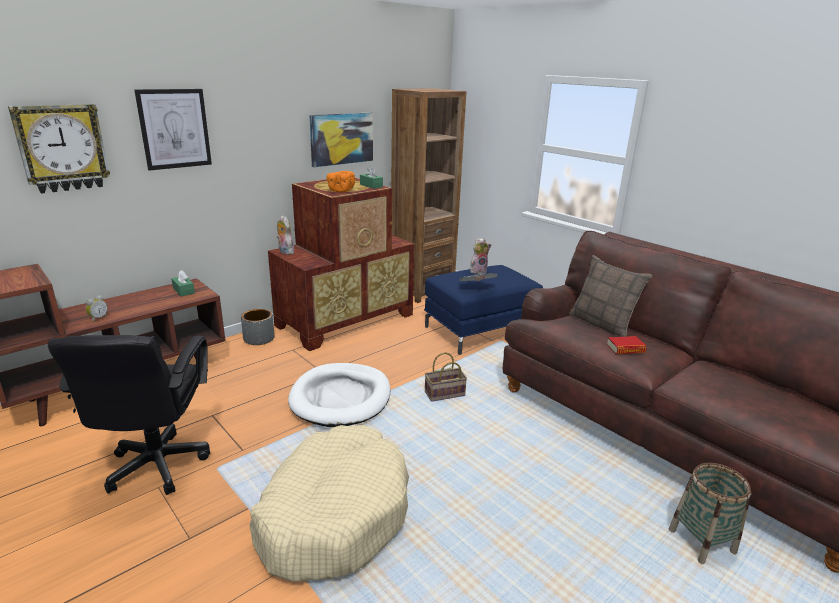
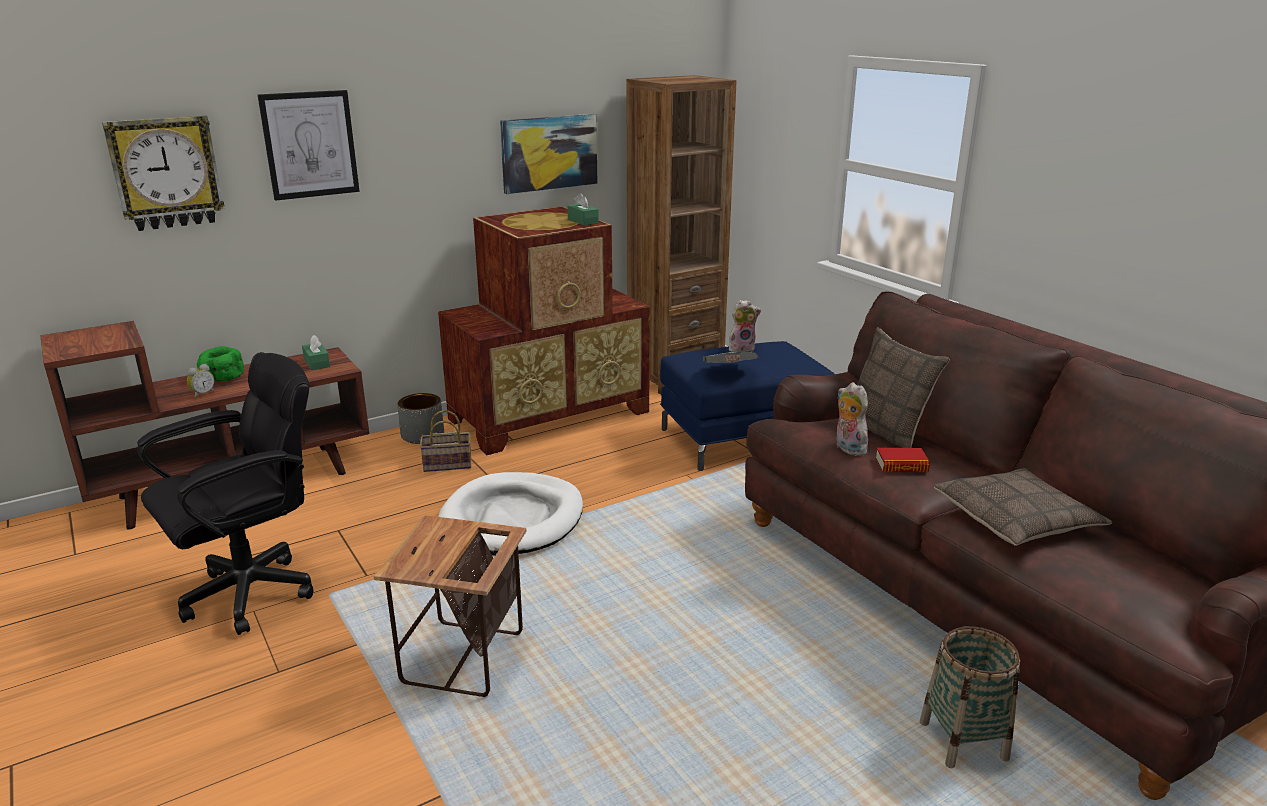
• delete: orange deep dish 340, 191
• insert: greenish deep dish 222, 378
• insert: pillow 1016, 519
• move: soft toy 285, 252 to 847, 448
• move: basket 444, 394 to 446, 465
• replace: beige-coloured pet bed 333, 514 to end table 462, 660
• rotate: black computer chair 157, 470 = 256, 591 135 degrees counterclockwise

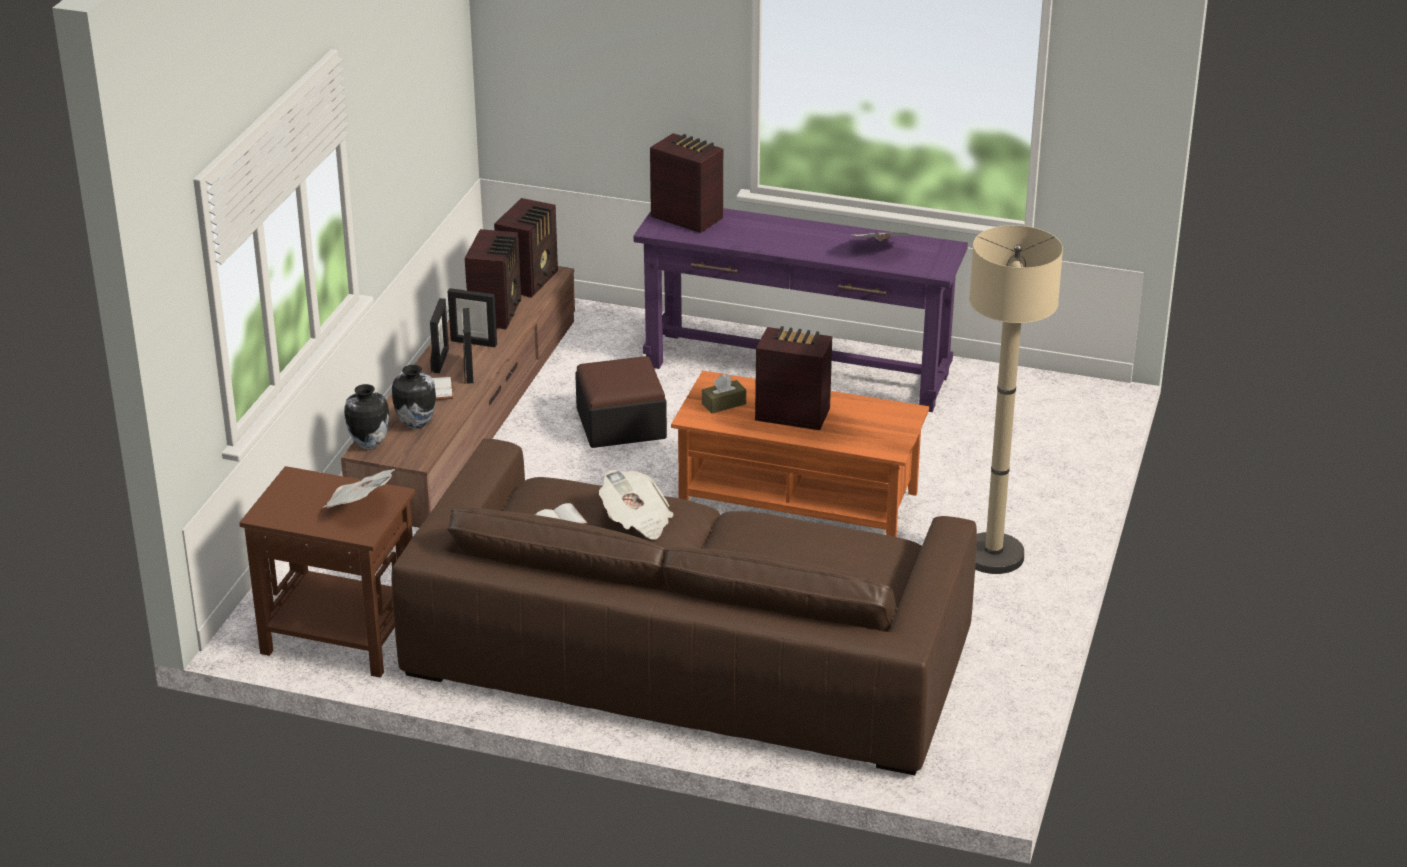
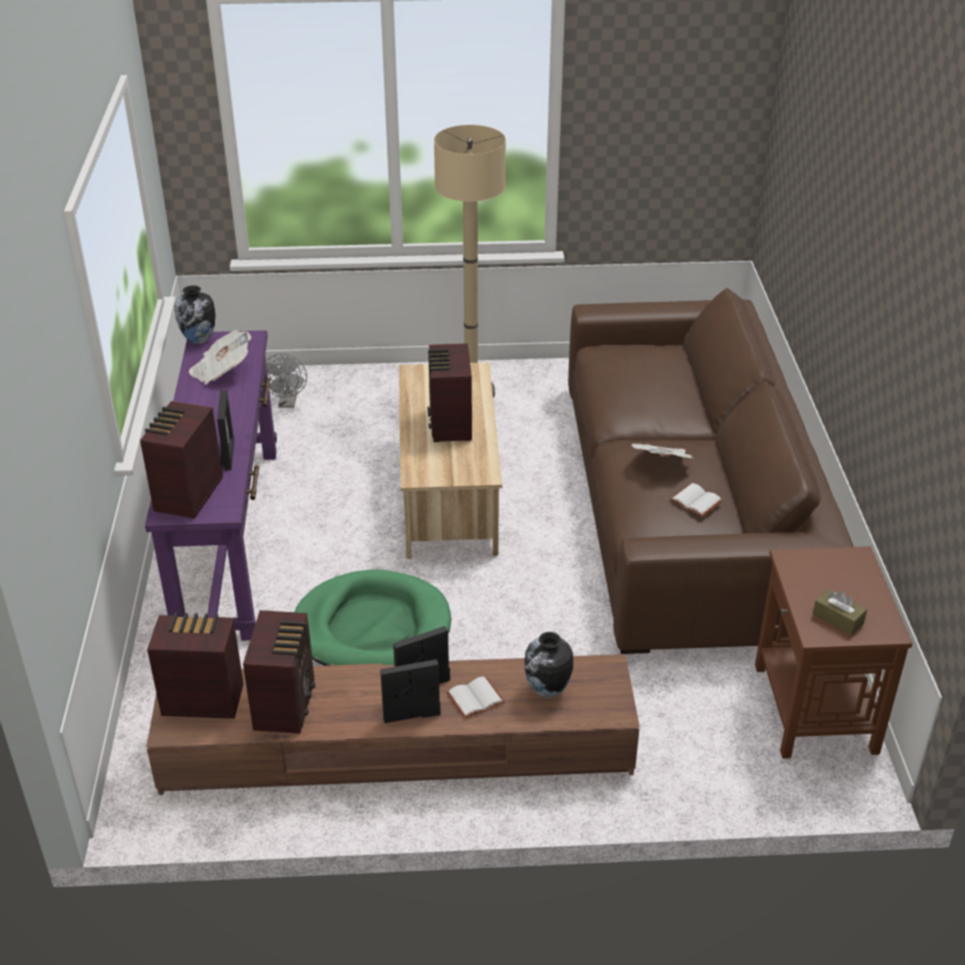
• delete: newspaper 359, 505
• insert: greyish fan 288, 403
• move: decorative vase 368, 444 to 199, 340
• move: standing frame 474, 342 to 228, 455
• move: brownish box of tissues 724, 404 to 838, 619
• replace: pouffe 621, 423 to greenish pet bed 372, 628
• recolor: orange coffee table 797, 501 to beige-coloured coffee table 449, 494
• rotate: radio set 496, 312 = 286, 704 105 degrees clockwise

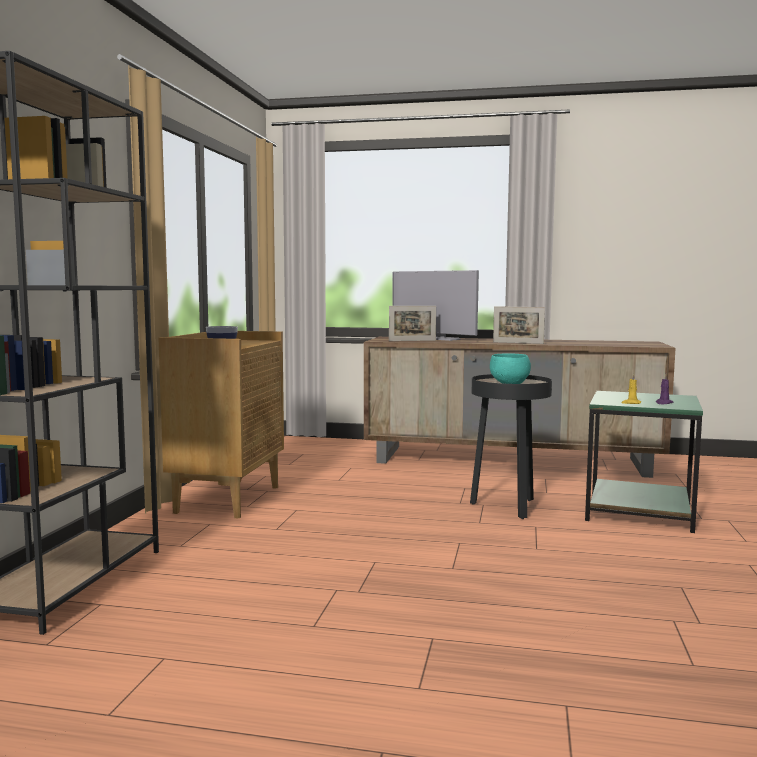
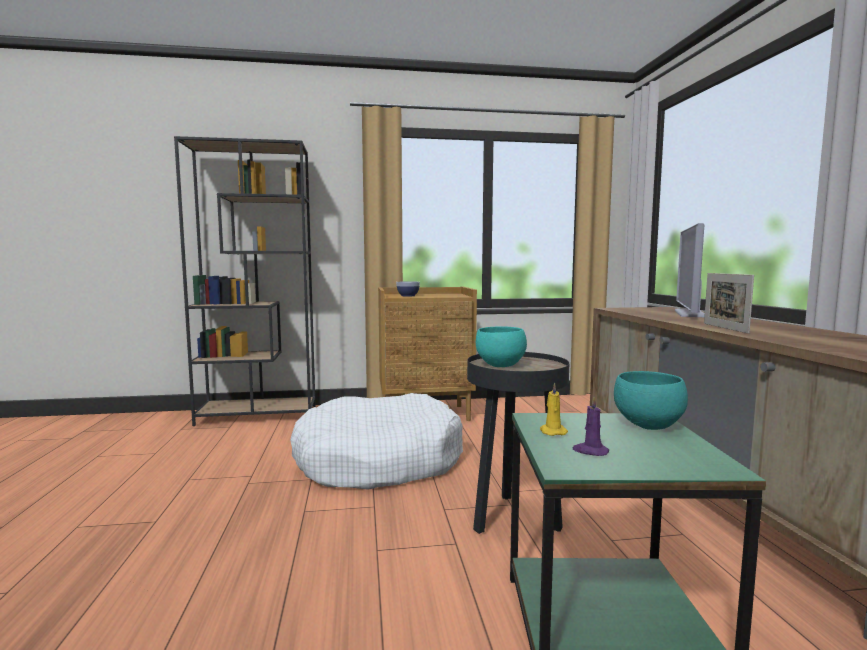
• delete: standing frame 412, 340
• insert: white-coloured pet bed 378, 461
• insert: blue-green deep dish 648, 425

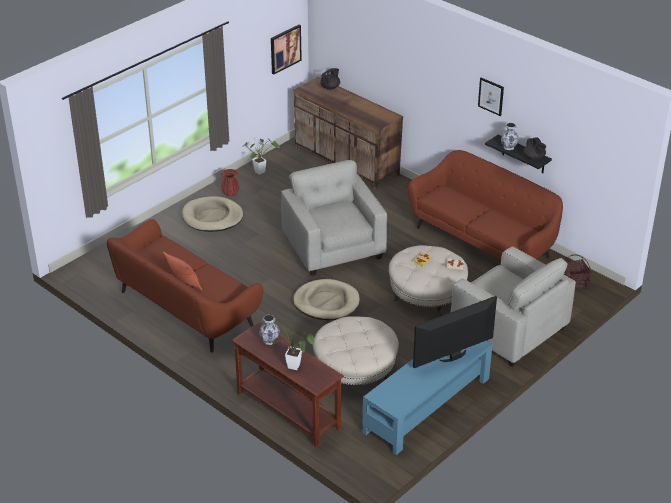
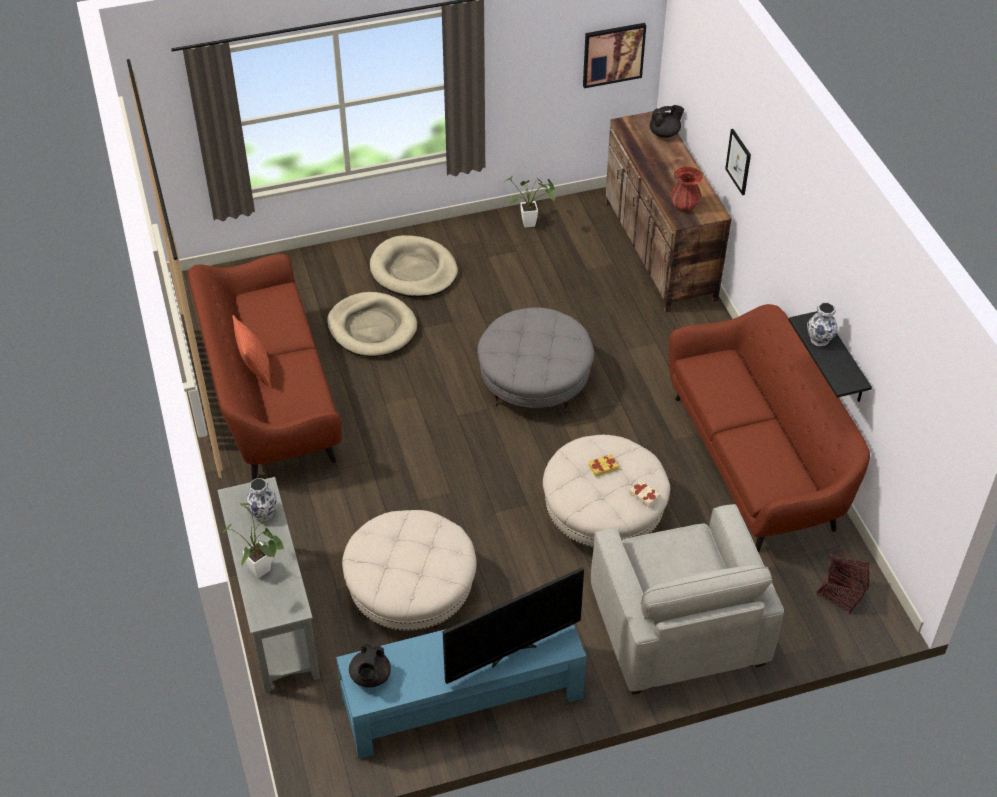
• move: red decorative vase 230, 193 to 684, 205
• move: beige-coloured pet bed 326, 302 to 372, 328
• move: wall picture 491, 96 to 739, 161
• move: black teapot 534, 158 to 370, 677
• replace: greyish easy chair 333, 247 to greyish pouffe 535, 383
• recolor: brownish narrow table 287, 411 to greyish narrow table 275, 616
• rotate: TV 454, 357 = 512, 653 150 degrees clockwise

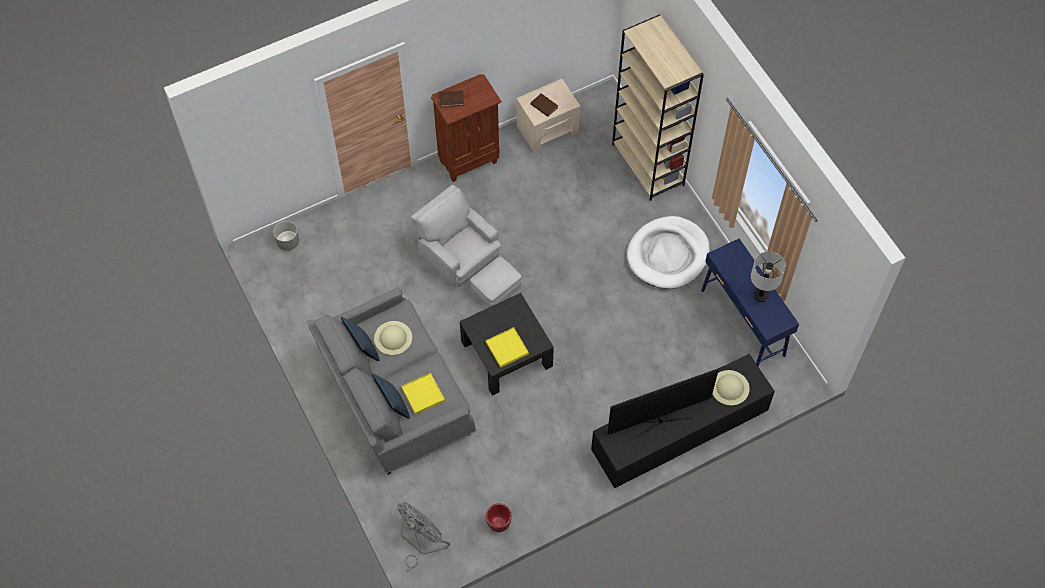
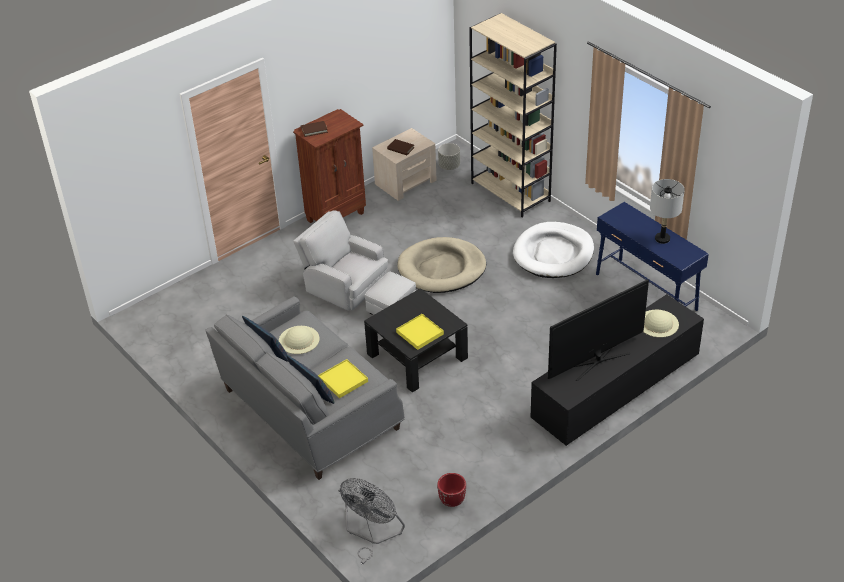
• insert: beige-coloured pet bed 442, 269
• move: greyish flower pot 288, 242 to 449, 166

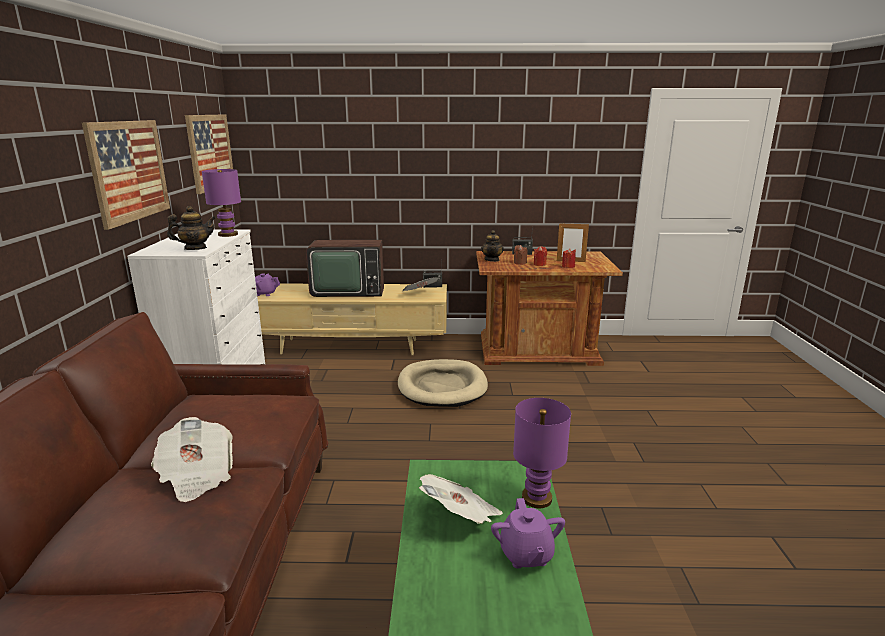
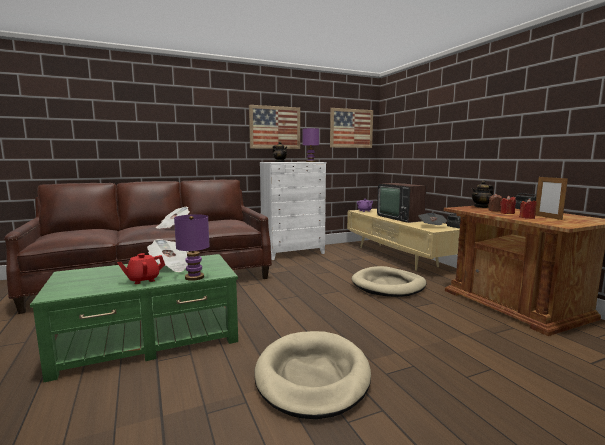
• insert: beige-coloured pet bed 312, 376
• recolor: purple teapot 526, 554 to red teapot 143, 280

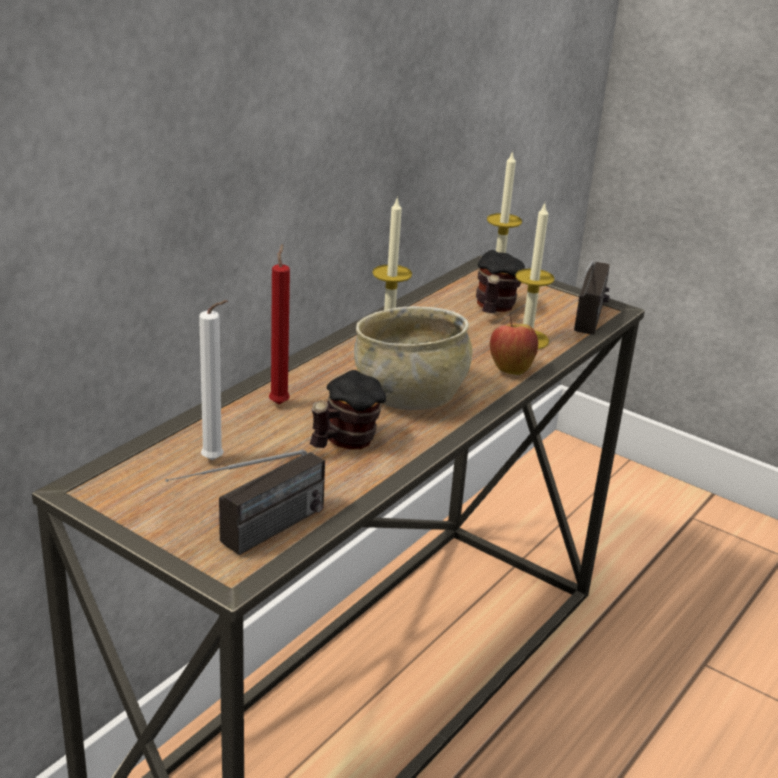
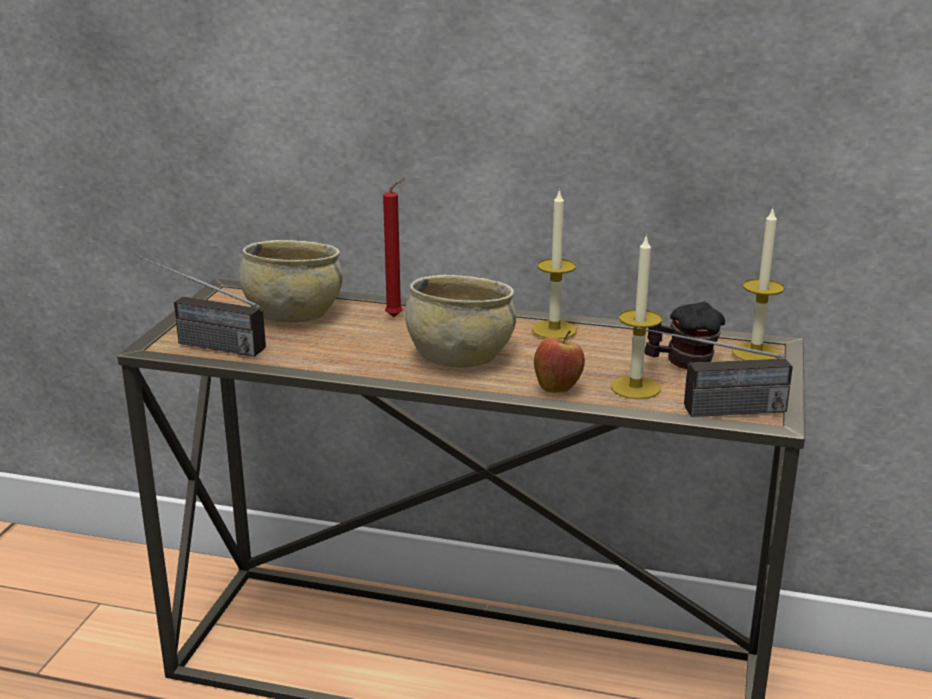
• delete: mug 344, 443
• replace: white-coloured wax candle 215, 461 to beige-coloured deep dish 294, 315

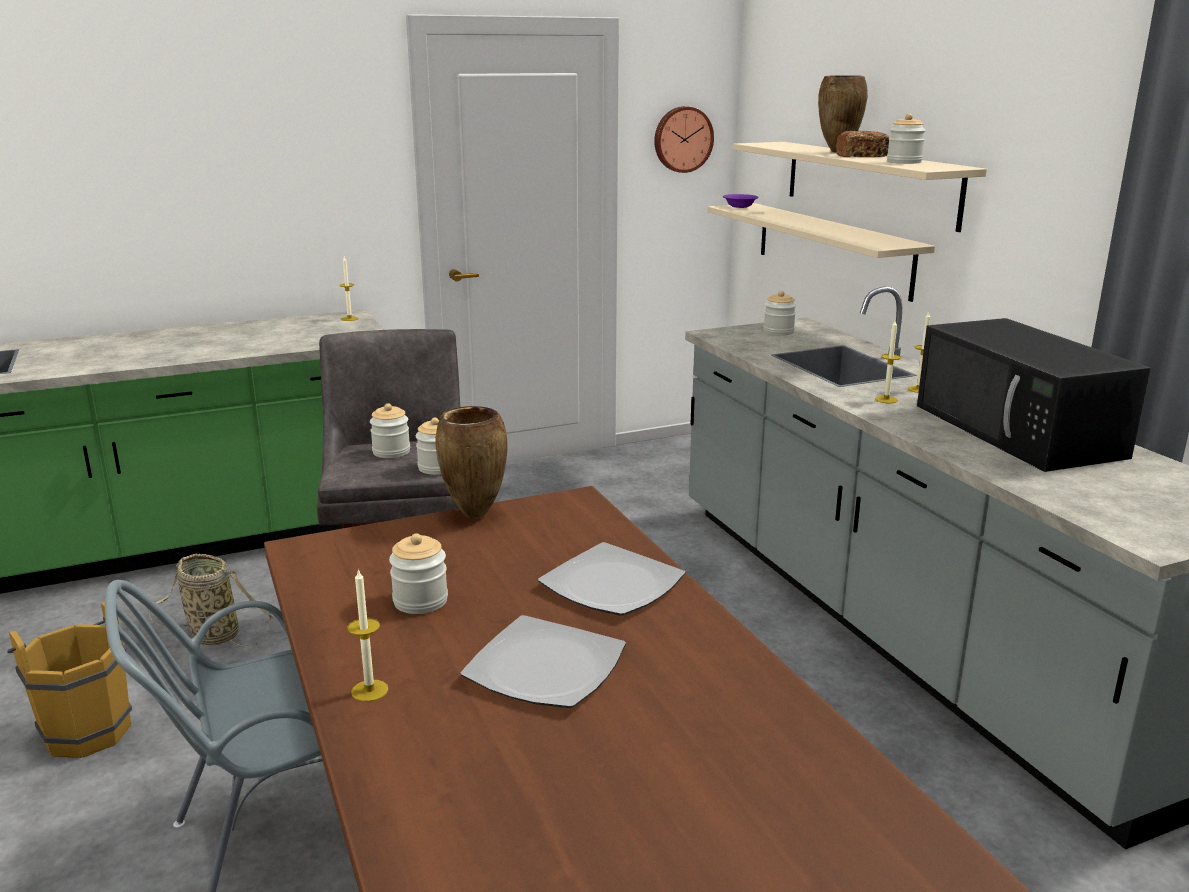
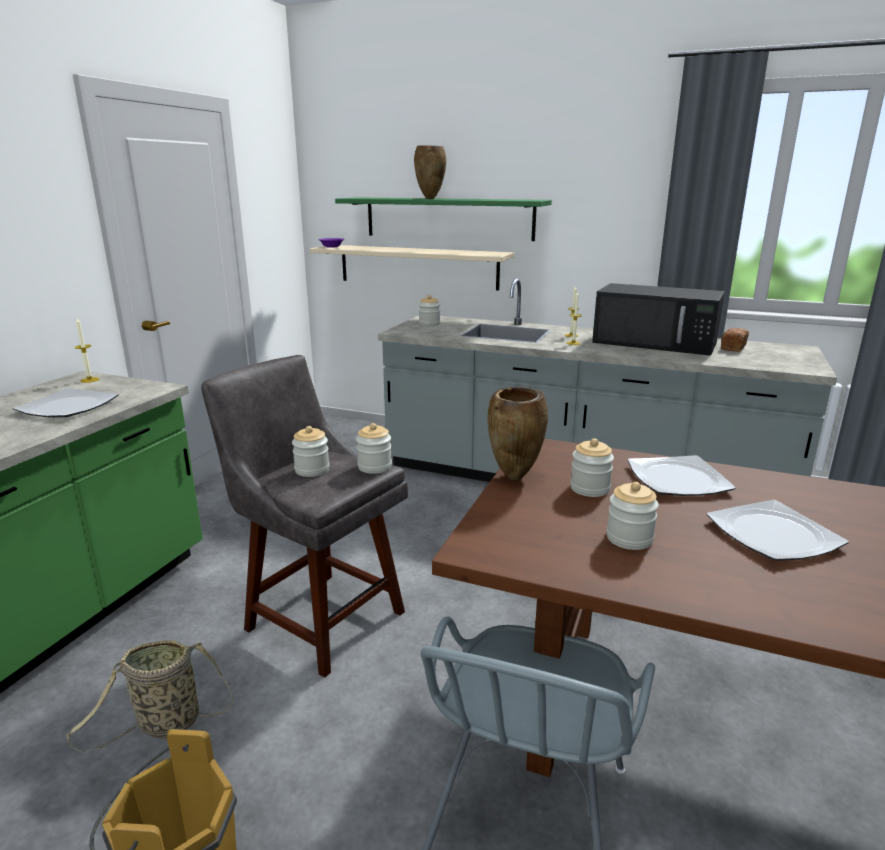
• delete: wax candle 369, 690
• delete: wall clock 682, 139
• insert: plate 69, 407
• move: baked bread 861, 156 to 733, 347
• move: preserve jar 904, 162 to 590, 488
• recolor: beige-coloured bracket shelf 869, 183 to greenish bracket shelf 448, 218

